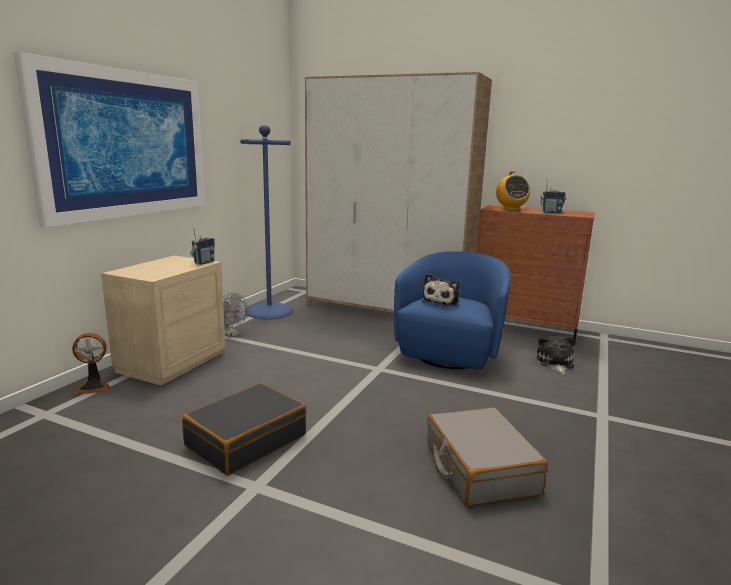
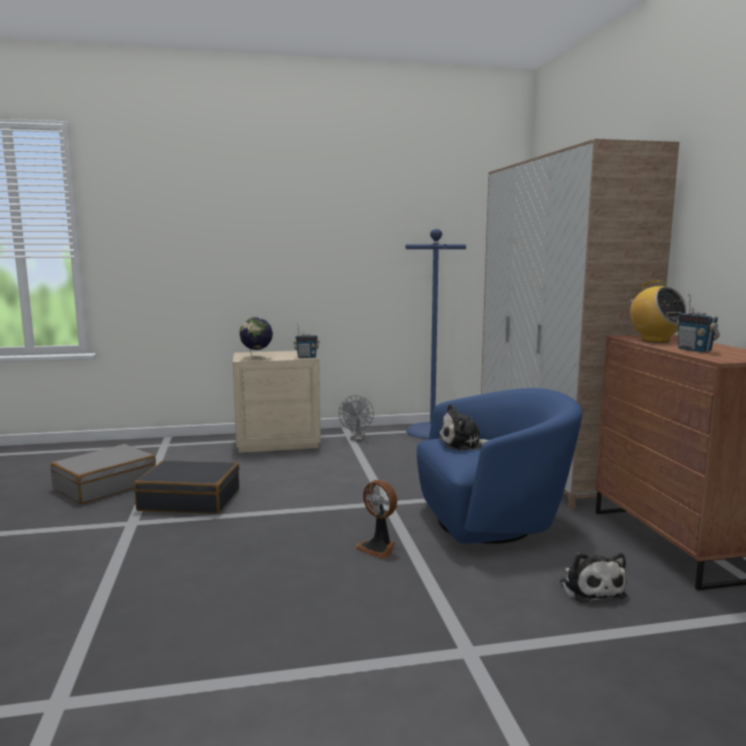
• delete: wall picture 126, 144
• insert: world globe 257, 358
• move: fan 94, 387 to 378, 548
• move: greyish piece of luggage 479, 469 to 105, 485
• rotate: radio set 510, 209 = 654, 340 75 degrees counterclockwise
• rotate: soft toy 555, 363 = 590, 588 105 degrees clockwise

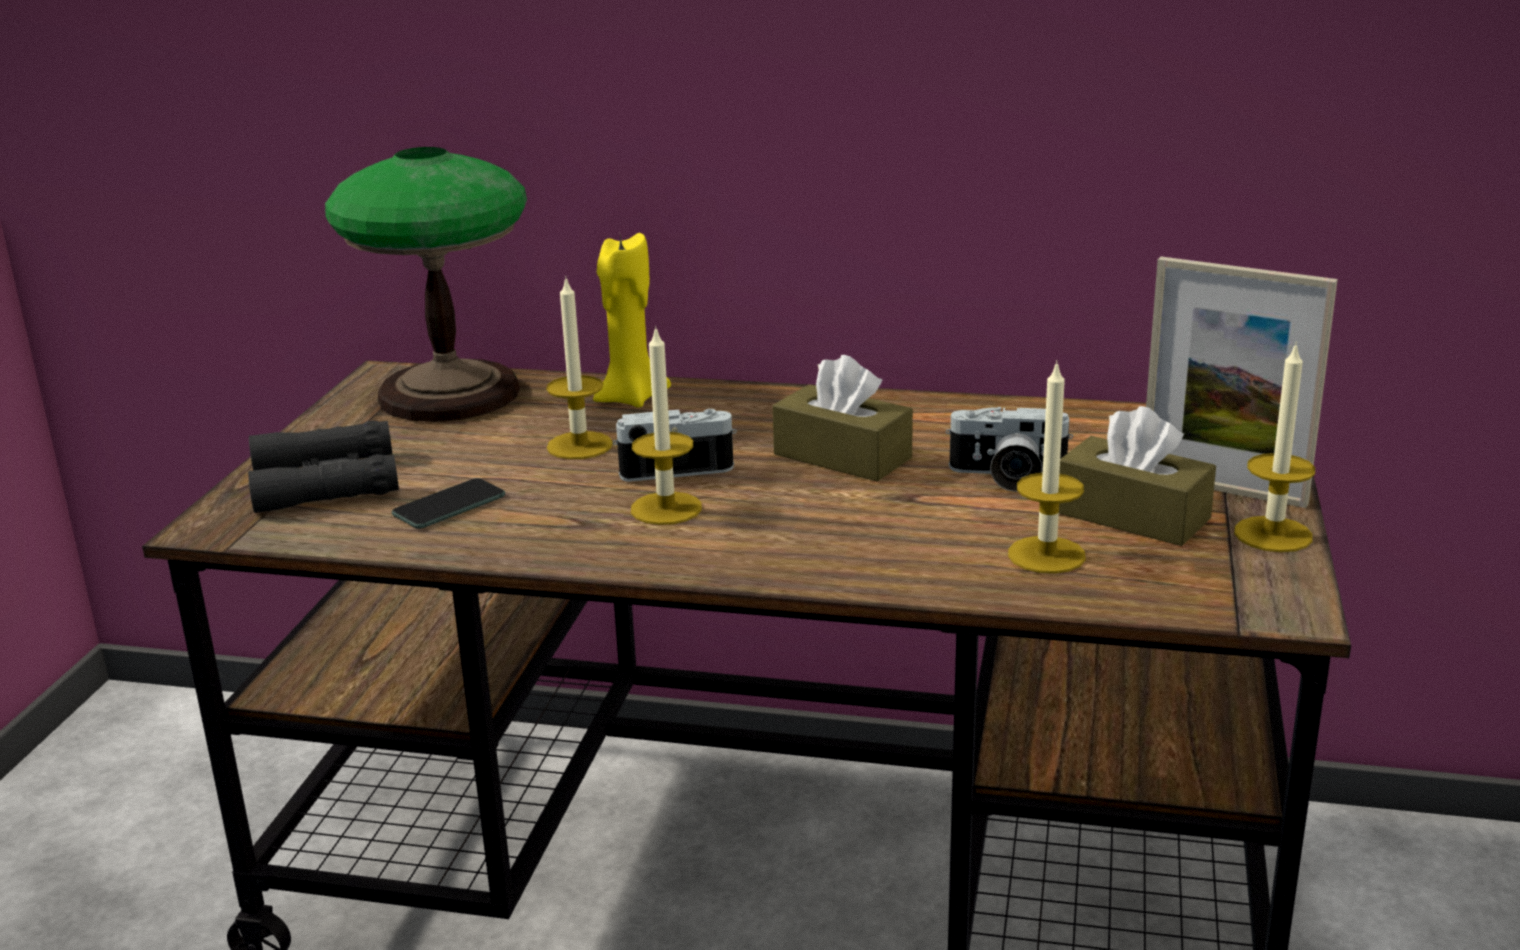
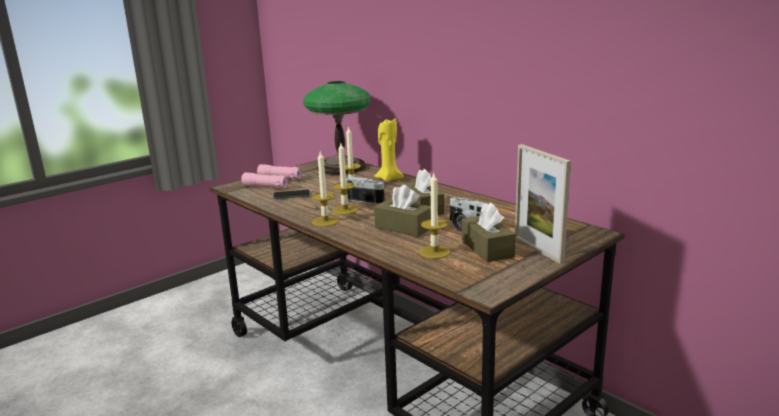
• insert: brownish box of tissues 403, 227
• move: wax candle 1273, 534 to 325, 221
• recolor: black field glasses 326, 482 to pink field glasses 273, 182

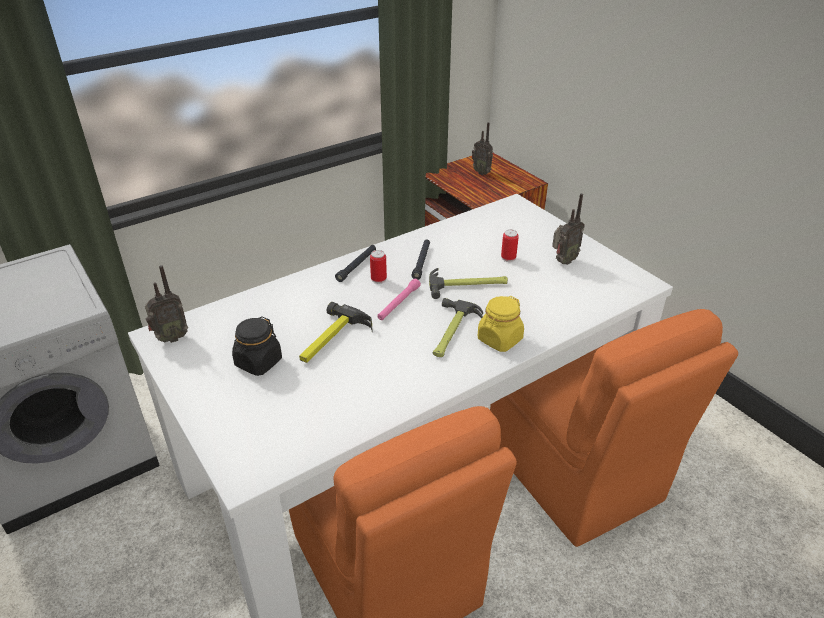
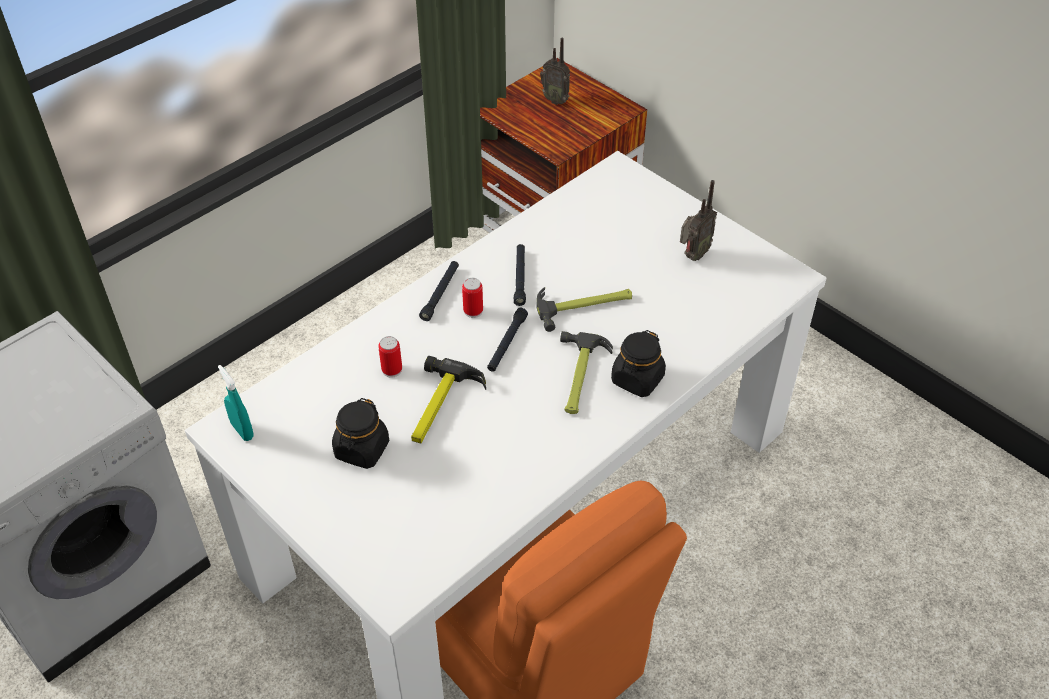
• delete: orange chair 576, 474
• move: sealed can 508, 258 to 392, 370
• replace: radio set 170, 338 to blue-green hand sprayer 242, 431
• recolor: pink torch 398, 303 to black torch 507, 344
• recolor: yellow-coloured preserve jar 499, 339 to black preserve jar 637, 379

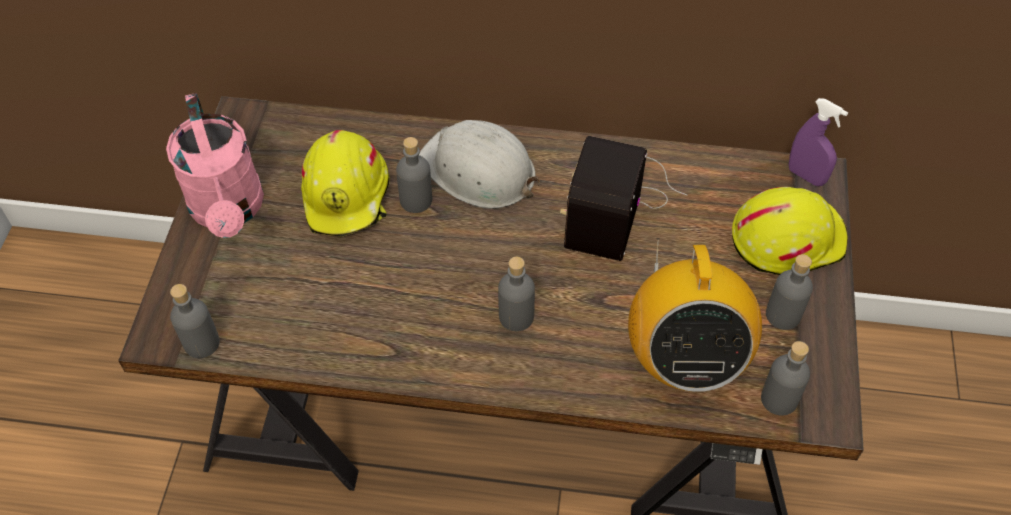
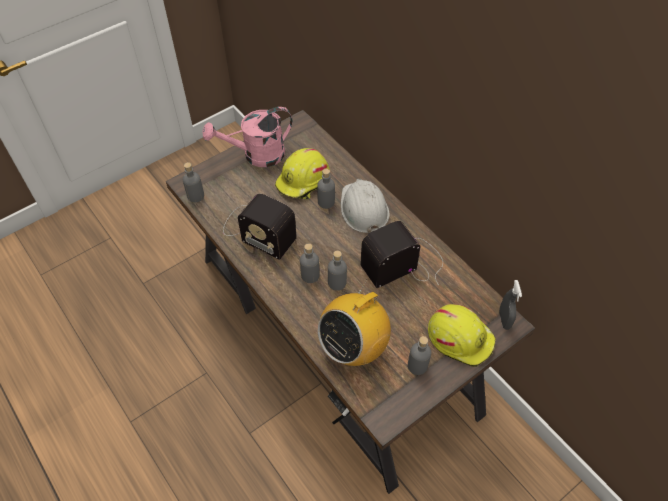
• insert: radio set 257, 230
• move: greyish beverage bottle 779, 399 to 337, 282
• recolor: purple hand sprayer 806, 176 to greyish hand sprayer 504, 320
• rotate: pink sprinkling can 229, 211 = 256, 155 45 degrees clockwise

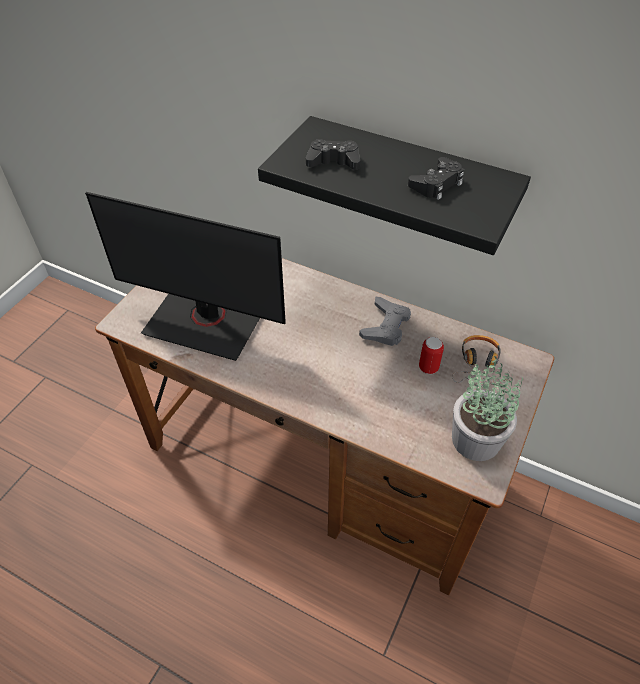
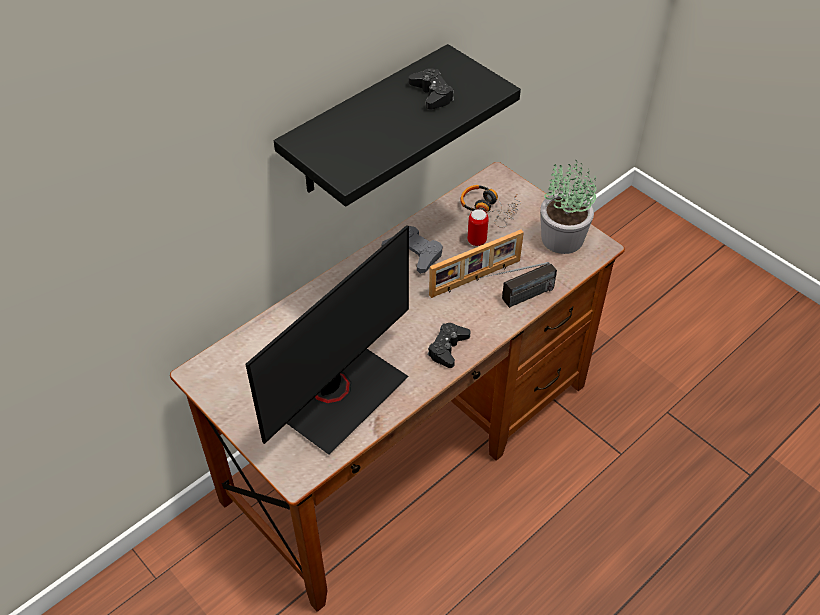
• insert: standing frame 476, 278
• insert: radio set 516, 300
• move: black game controller 333, 161 to 447, 348

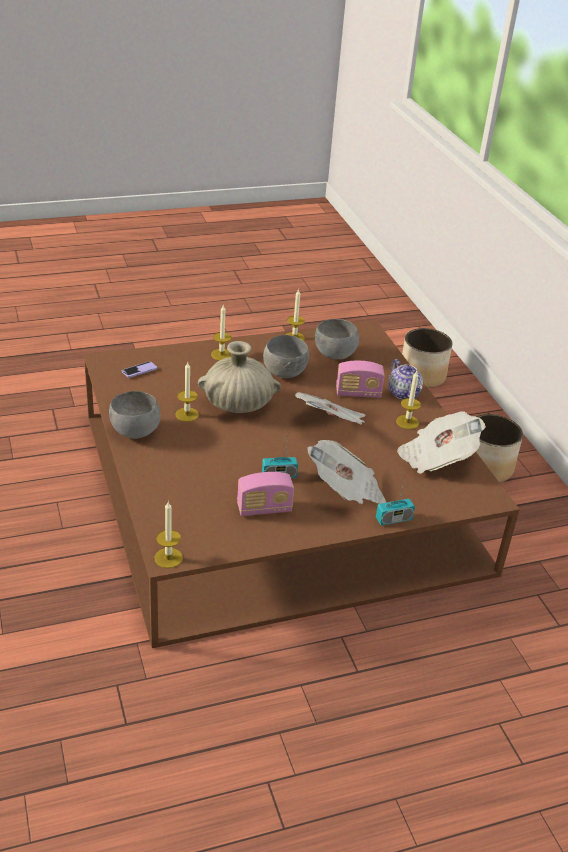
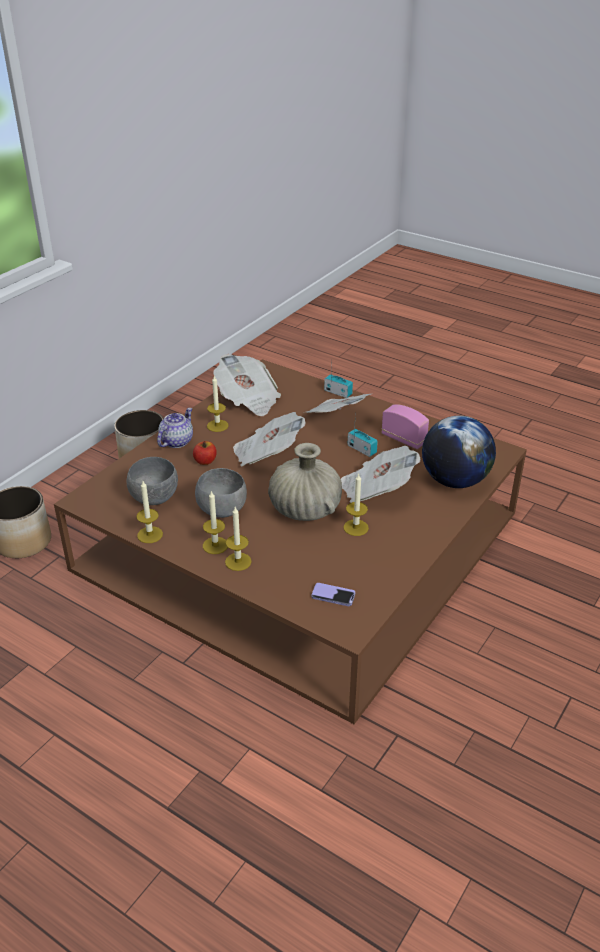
• delete: greyish deep dish 134, 432
• insert: newspaper 376, 490
• insert: world globe 454, 481
• move: wax candle 168, 558 to 215, 545
• replace: radio set 358, 393 to apple fruit 205, 461

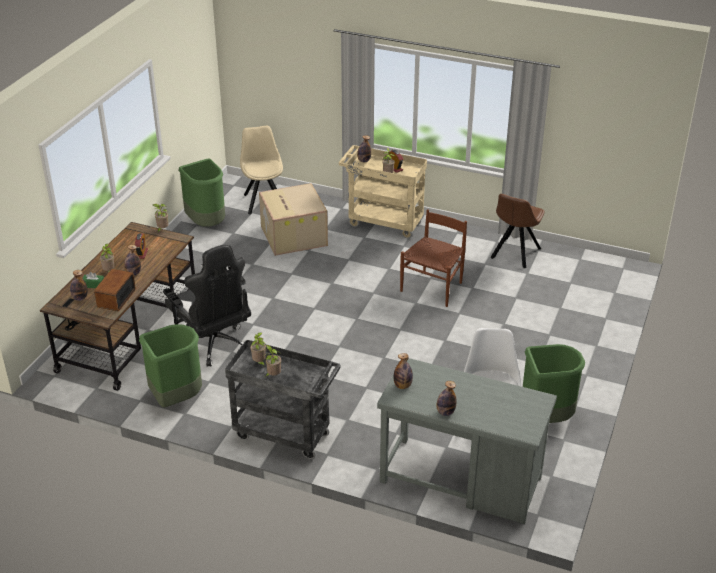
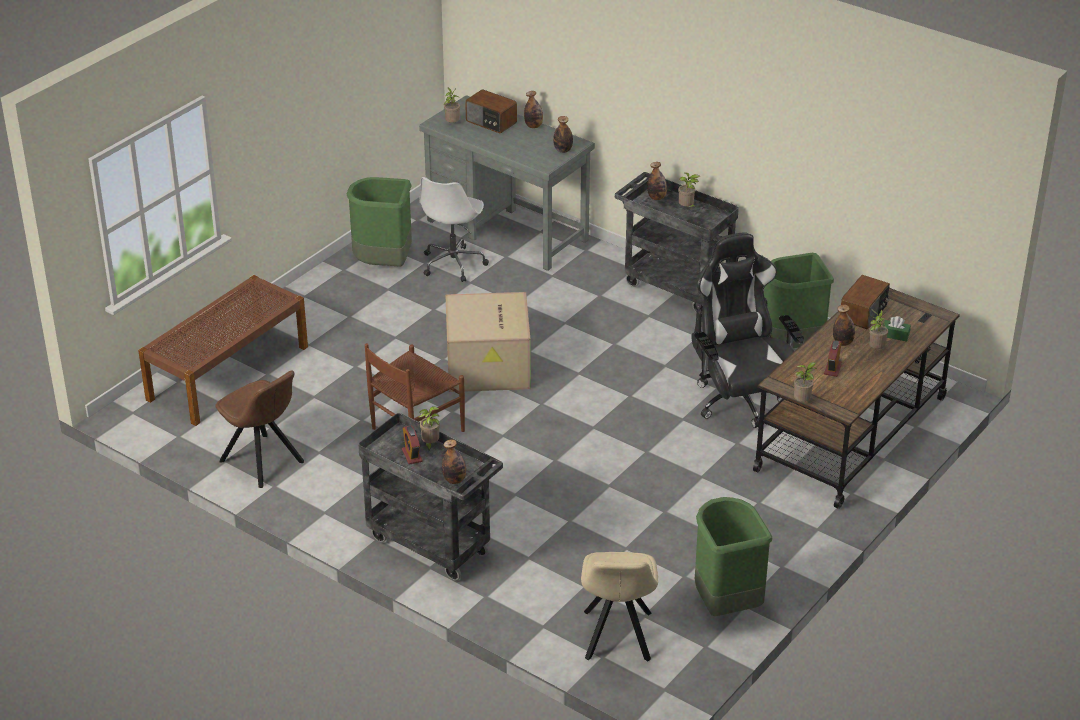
• insert: brownish indoor bench 227, 373
• insert: radio set 491, 122
• move: beverage bottle 80, 298 to 657, 198
• move: plant in a pot 259, 363 to 452, 123
• move: cardboard box 292, 235 to 489, 366
• recolor: beige-coloured wheeled cart 382, 224 to black wheeled cart 433, 549
• rotate: brownish chair 515, 253 = 263, 461 90 degrees clockwise

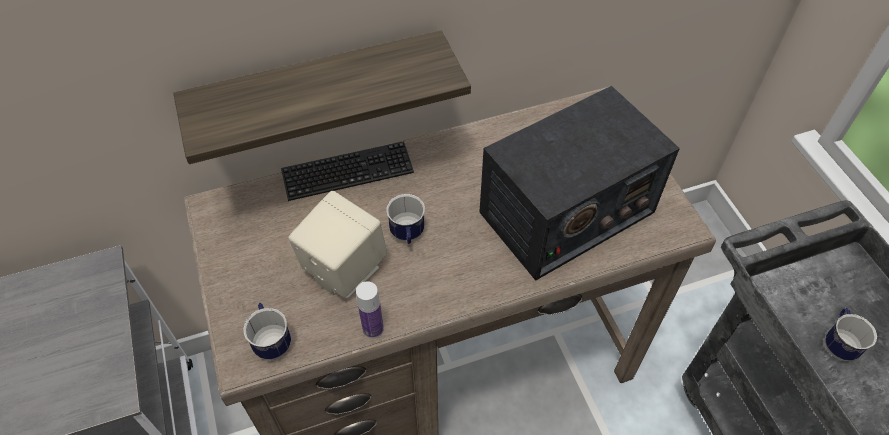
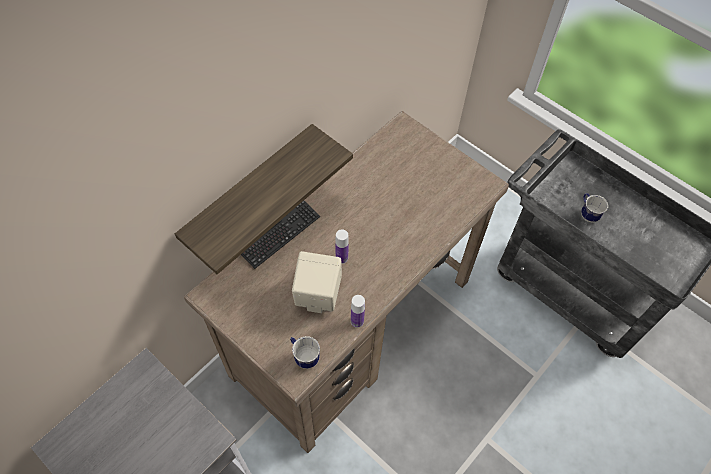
• delete: radio set 566, 213
• replace: mug 407, 236 to beverage bottle 341, 258

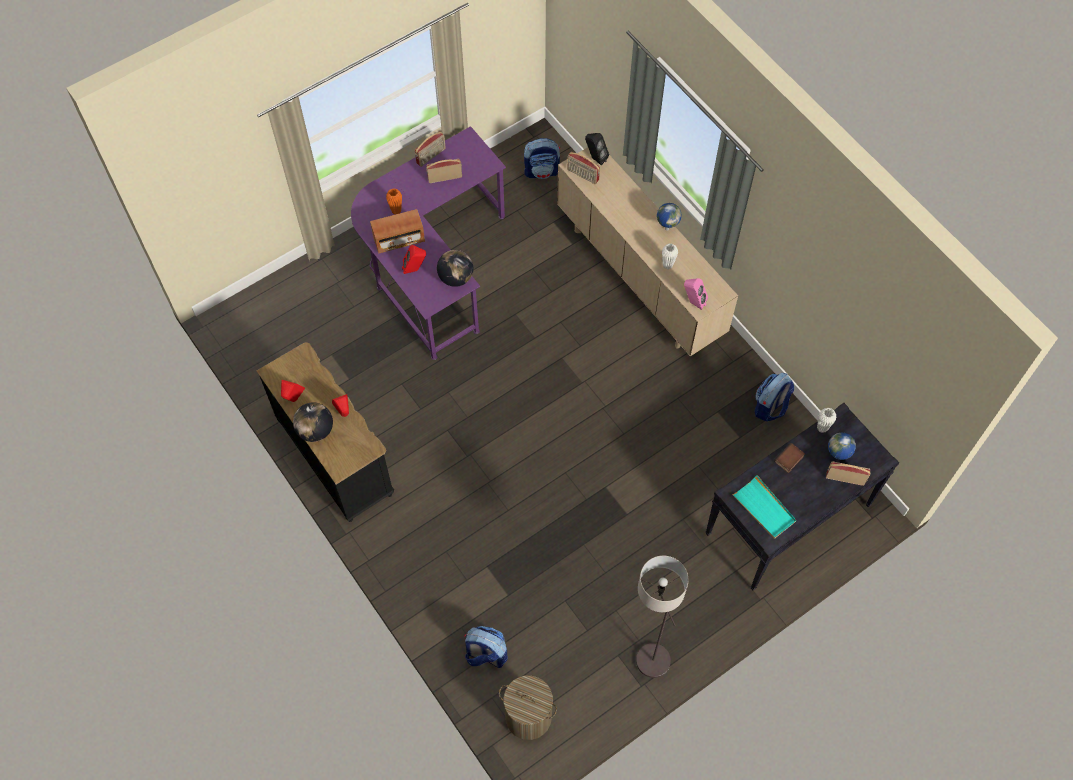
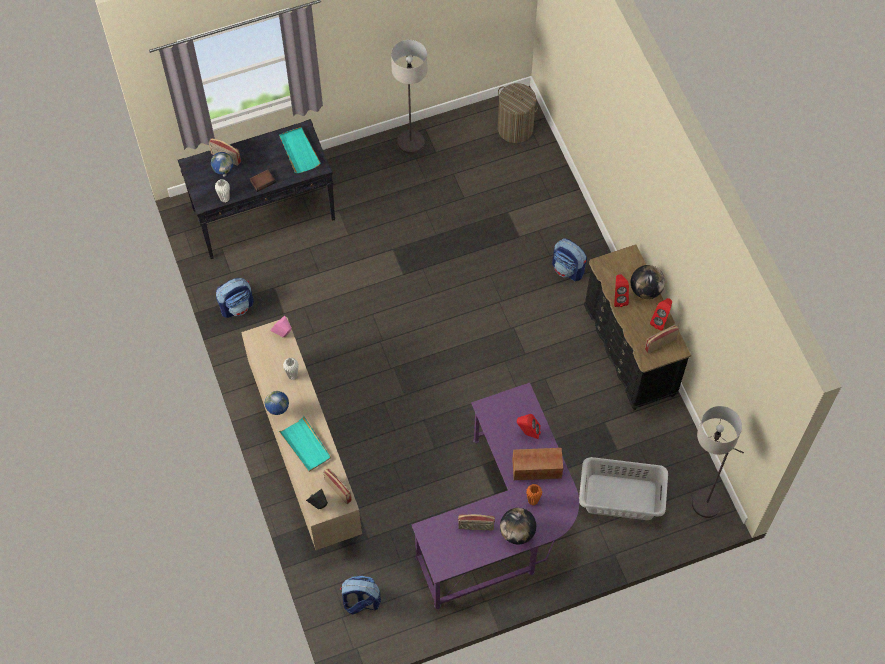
• insert: blue-green serving tray 305, 445
• insert: greyish washing basket 621, 498
• insert: greyish standard lamp 698, 500
• move: radio set 431, 156 to 660, 343
• move: world globe 456, 278 to 517, 532
• move: rucksack 486, 654 to 568, 269

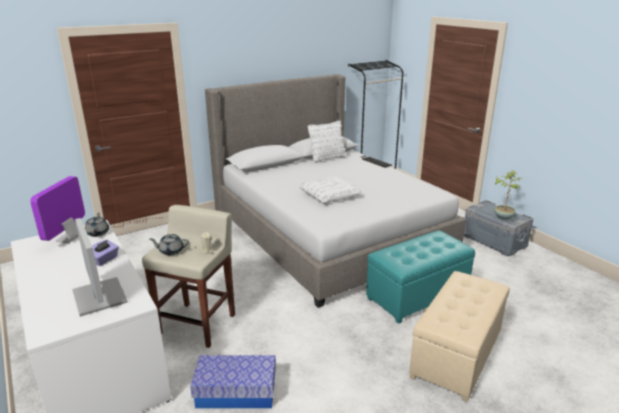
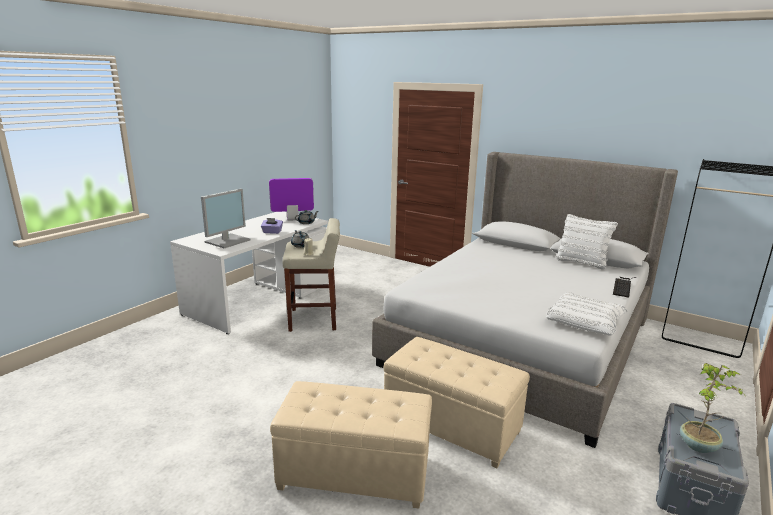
• delete: storage box 236, 392
• move: white-coloured pillow 329, 195 to 585, 321
• recolor: blue-green pouffe 417, 296 to beige-coloured pouffe 451, 425

